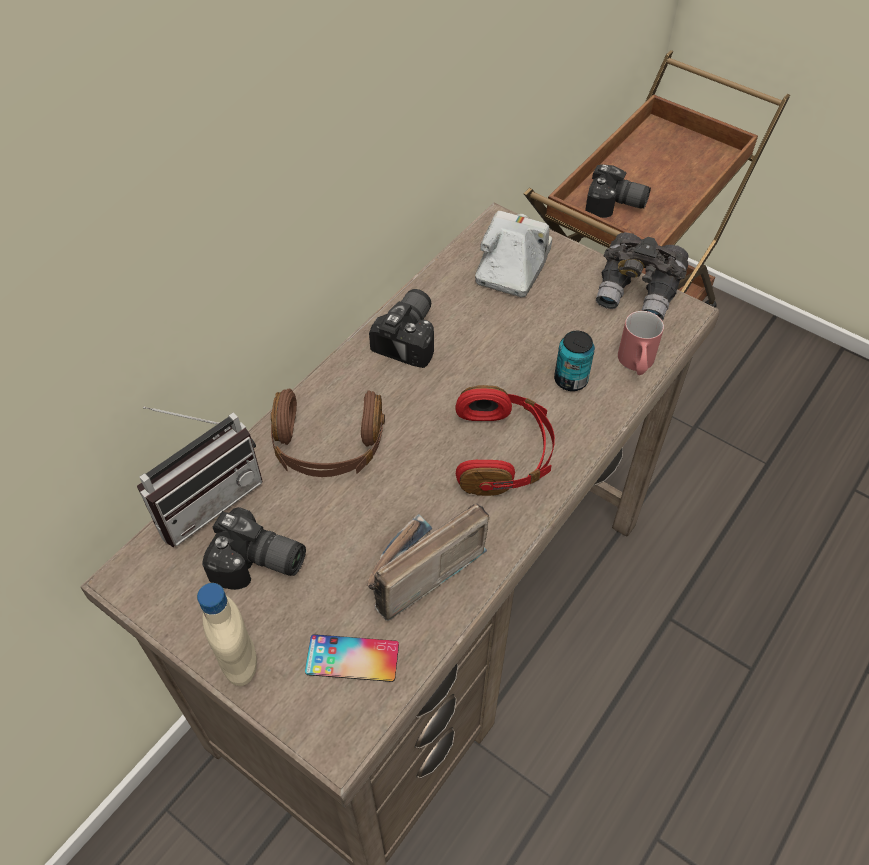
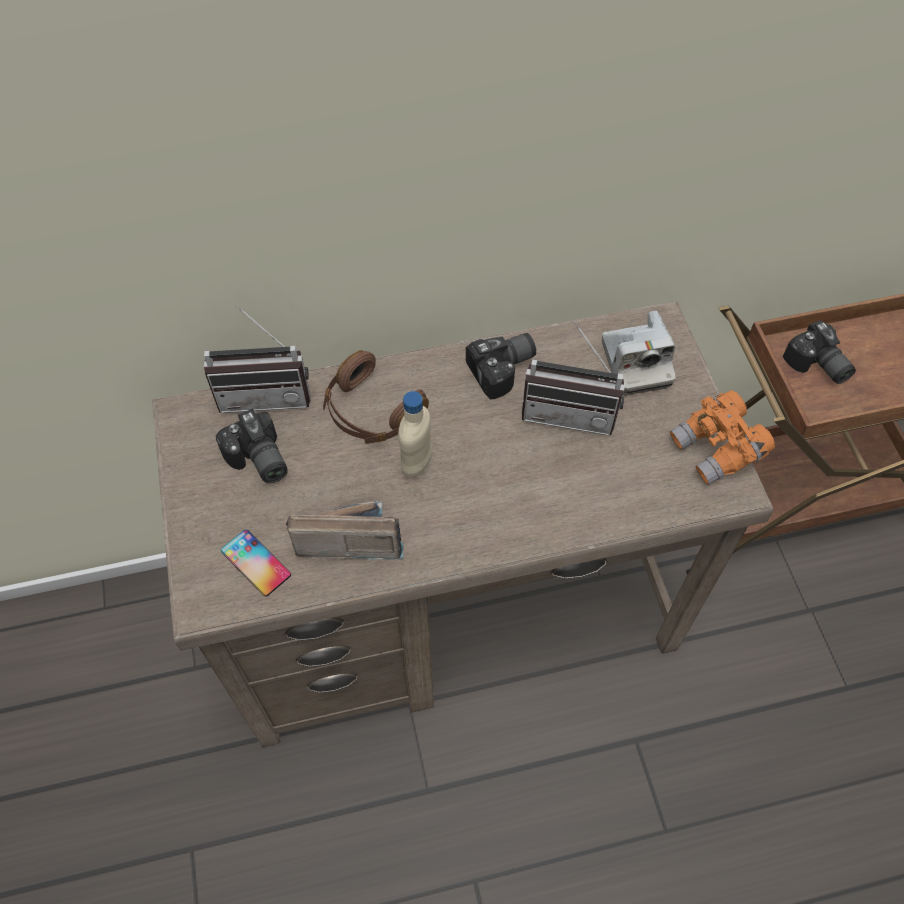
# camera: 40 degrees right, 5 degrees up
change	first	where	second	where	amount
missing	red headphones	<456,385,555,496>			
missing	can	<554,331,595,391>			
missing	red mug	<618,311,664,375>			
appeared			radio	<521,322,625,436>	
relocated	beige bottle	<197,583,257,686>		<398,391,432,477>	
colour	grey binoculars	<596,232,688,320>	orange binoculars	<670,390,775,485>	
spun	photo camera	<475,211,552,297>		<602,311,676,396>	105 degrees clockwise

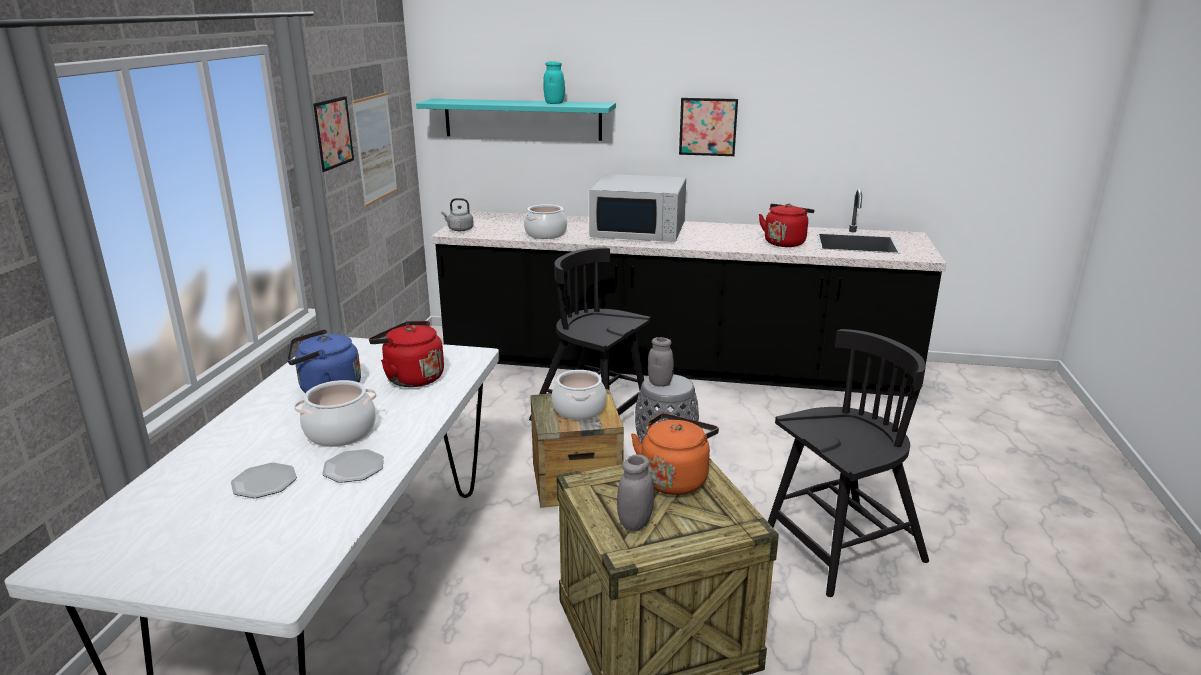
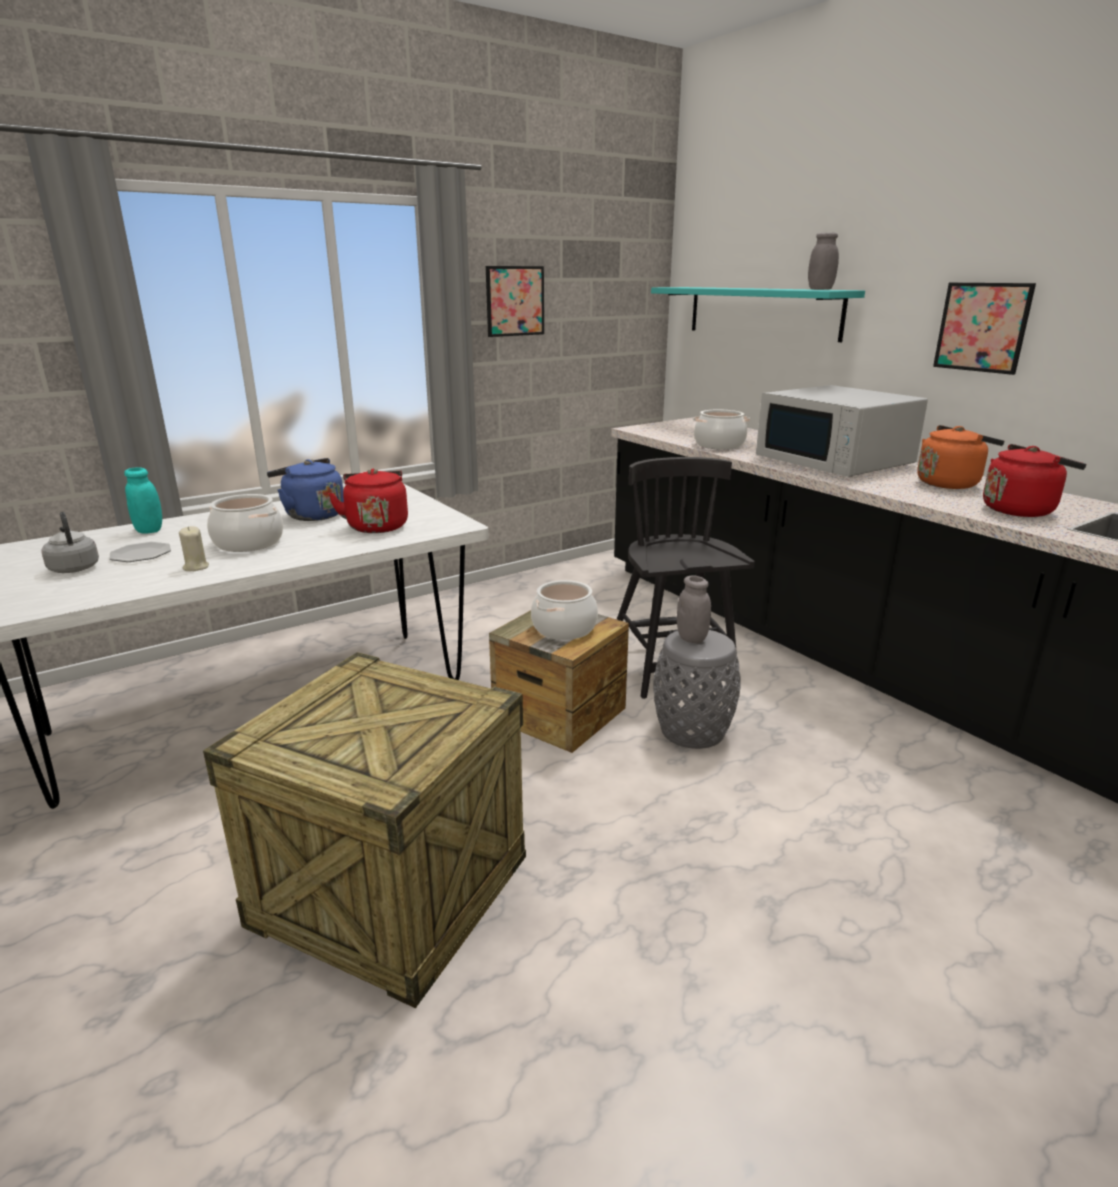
# camera: 45 degrees right, 0 degrees up
change	first	where	second	where	amount
missing	picture	<352,92,398,207>			
missing	black chair	<768,329,929,597>			
relocated	grey kettle	<441,198,474,231>		<41,512,99,573>	
relocated	turquoise jar	<543,61,565,104>		<124,467,162,533>	
relocated	grey jar	<617,454,654,531>		<808,233,839,290>	
relocated	orange kettle	<631,413,719,495>		<917,425,1004,489>	
exchanged	plate	<322,449,384,483>	beige candle	<179,526,209,571>	

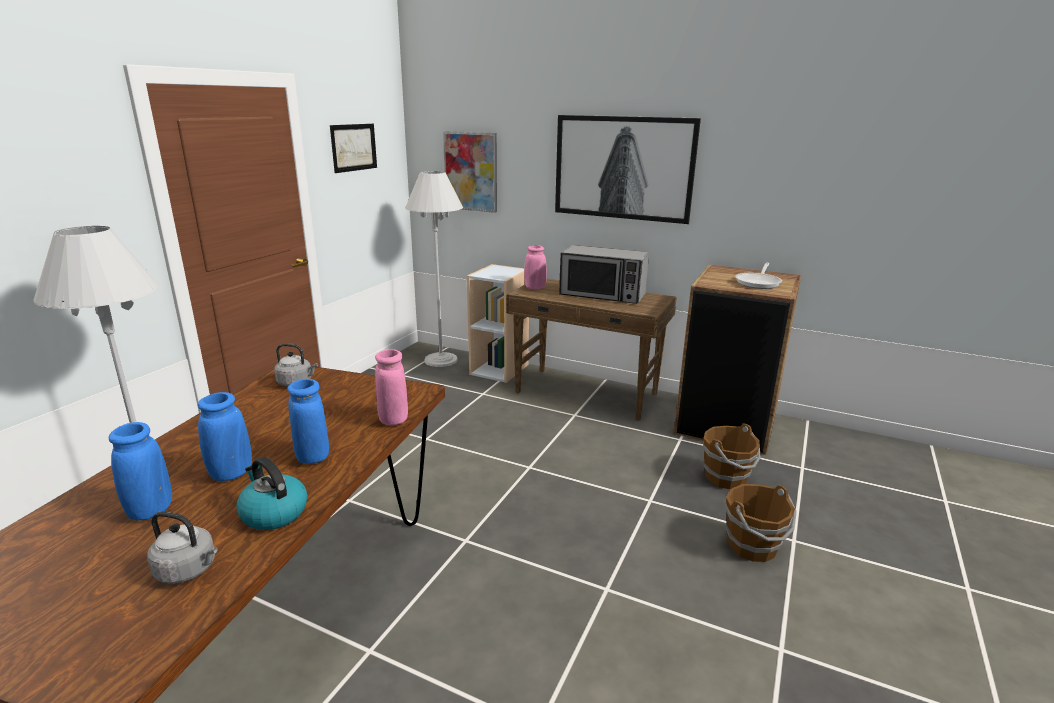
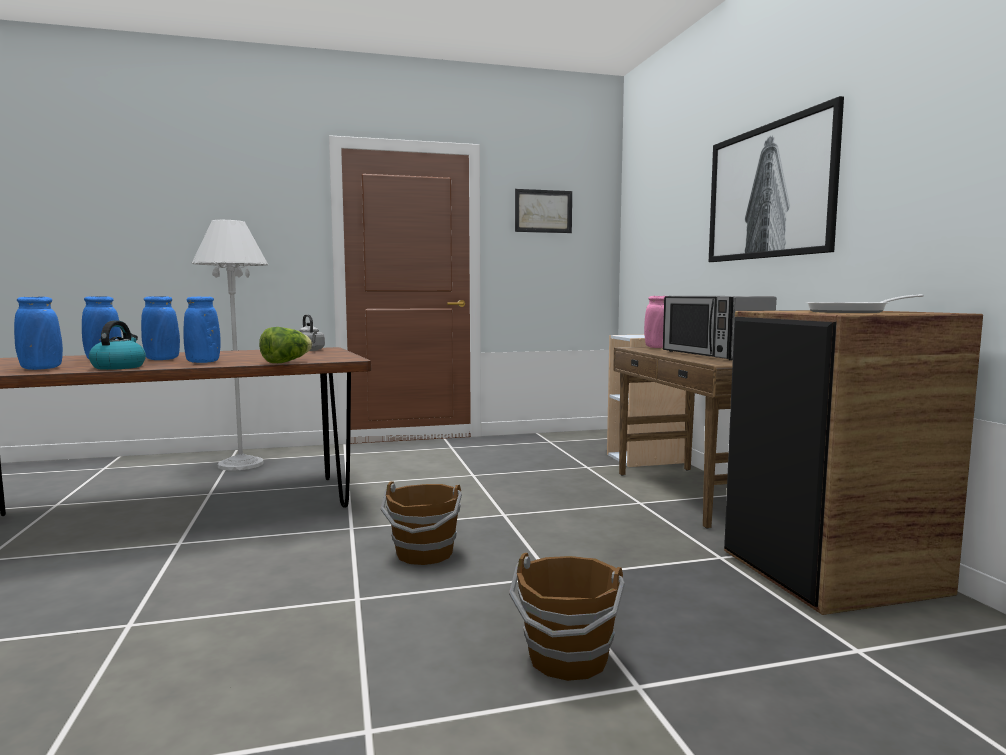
# camera: 50 degrees right, 15 degrees down
change	first	where	second	where	amount
missing	white floor lamp	<405,171,463,367>			
missing	picture	<443,131,497,213>			
relocated	brown bucket	<703,423,761,489>		<380,481,462,565>	
exchanged	grey kettle	<147,511,218,584>	blue vase	<14,297,63,370>	
exchanged	pink vase	<375,349,408,425>	lettuce	<259,327,312,363>	

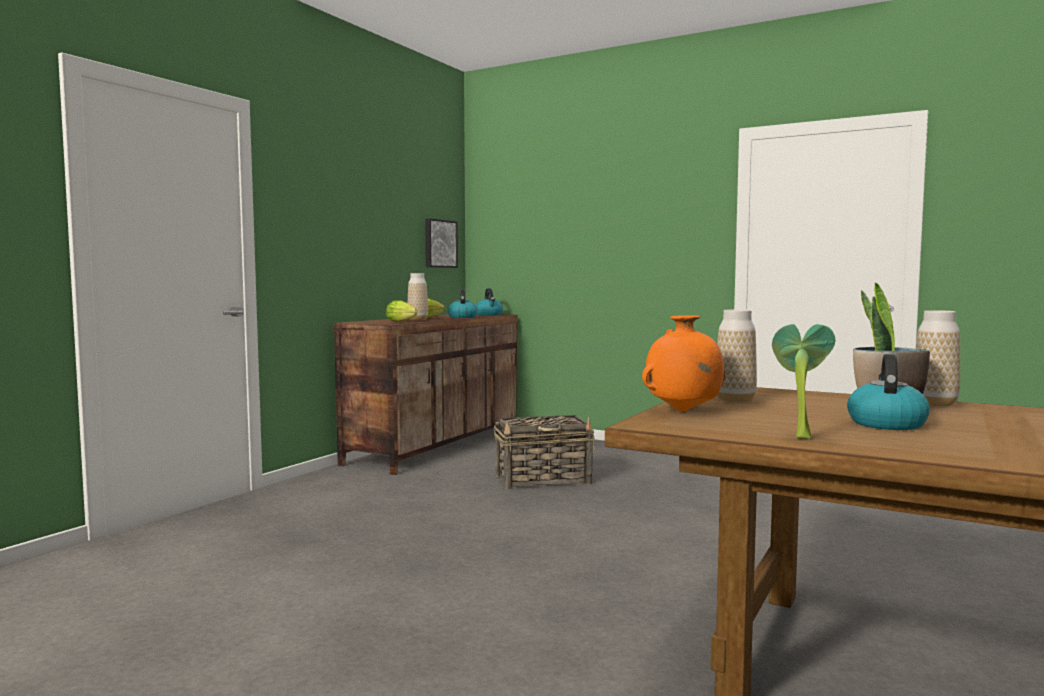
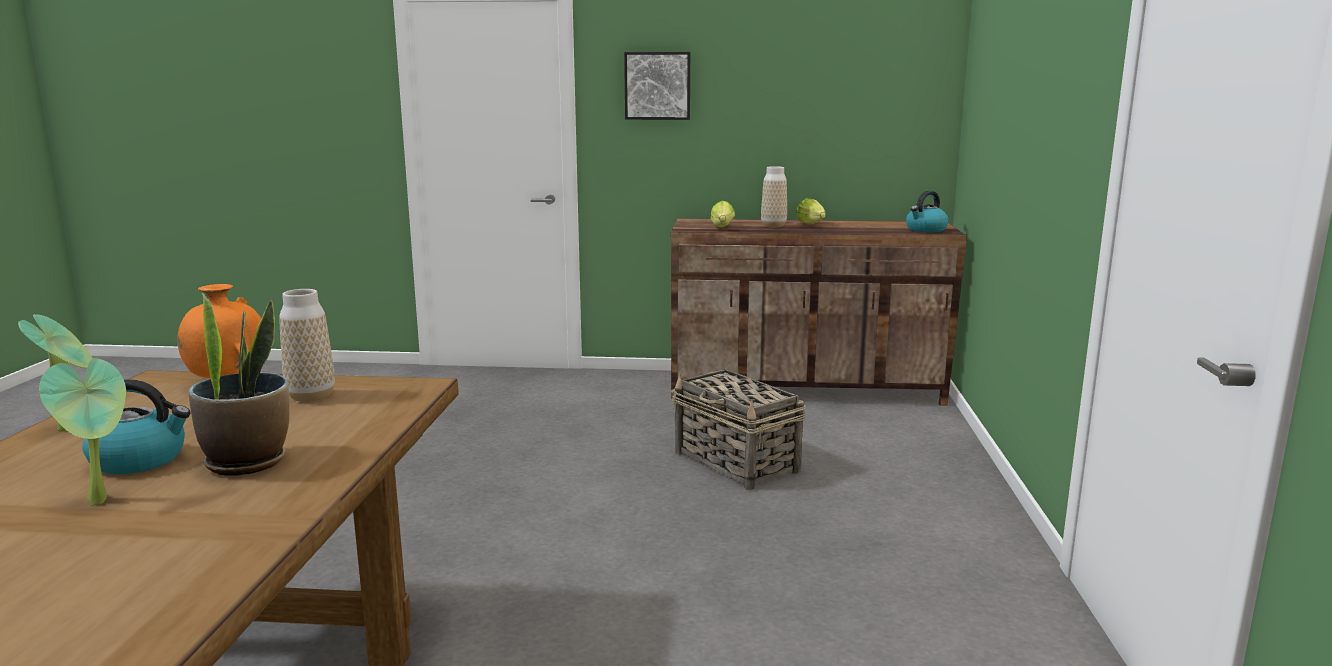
# camera: 65 degrees right, 10 degrees up
change	first	where	second	where	amount
missing	kettle	<448,289,478,318>			
missing	vase	<916,310,960,406>			
appeared			potted plant	<39,358,126,506>	
relocated	picture	<425,218,458,268>		<624,52,690,120>	

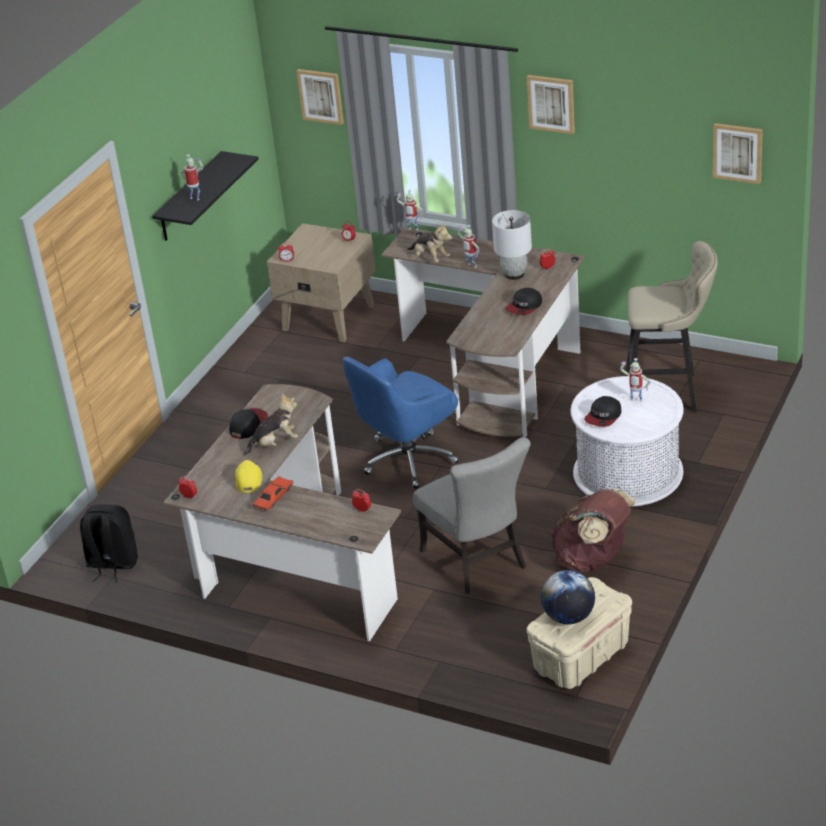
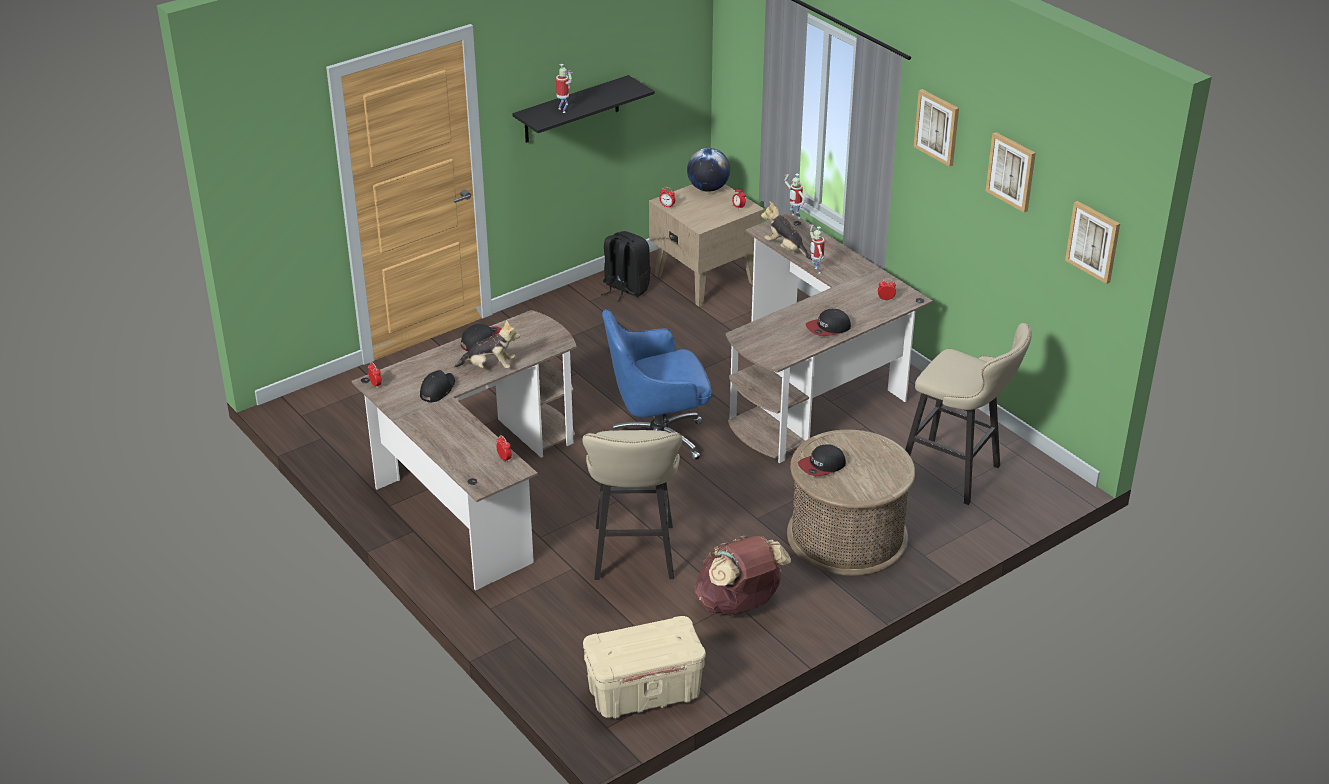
# camera: 25 degrees right, 0 degrees up
change	first	where	second	where	amount
missing	red toy car	<252,476,294,512>			
missing	white table lamp	<492,210,532,280>			
missing	toy robot	<620,358,650,402>			
relocated	black backpack	<80,504,138,582>		<601,231,651,302>	
relocated	picture	<297,69,344,125>		<986,132,1036,212>	
relocated	globe	<541,570,595,624>		<687,148,730,192>	
exchanged	grey chair	<412,437,531,594>	beige stool	<582,430,682,580>	
colour	yellow cap	<235,460,262,493>	black cap	<420,370,455,403>	
colour	white coffee table	<571,376,684,507>	brown coffee table	<787,430,915,576>	
spun	plush toy	<407,222,452,262>		<761,201,813,260>	150 degrees clockwise

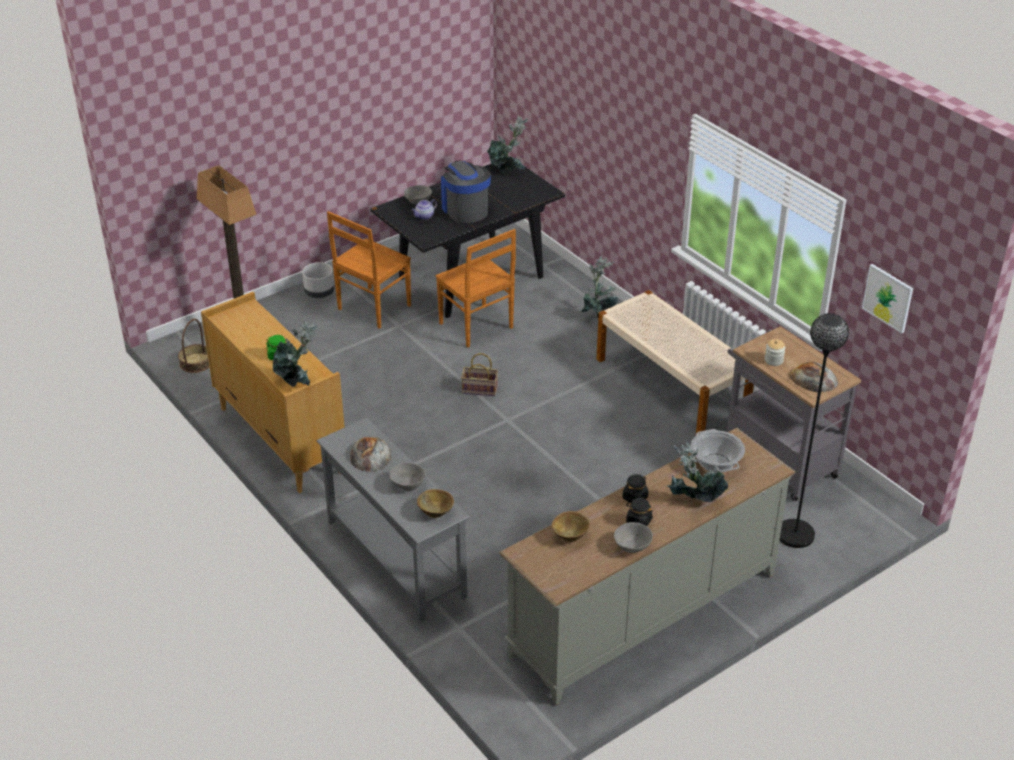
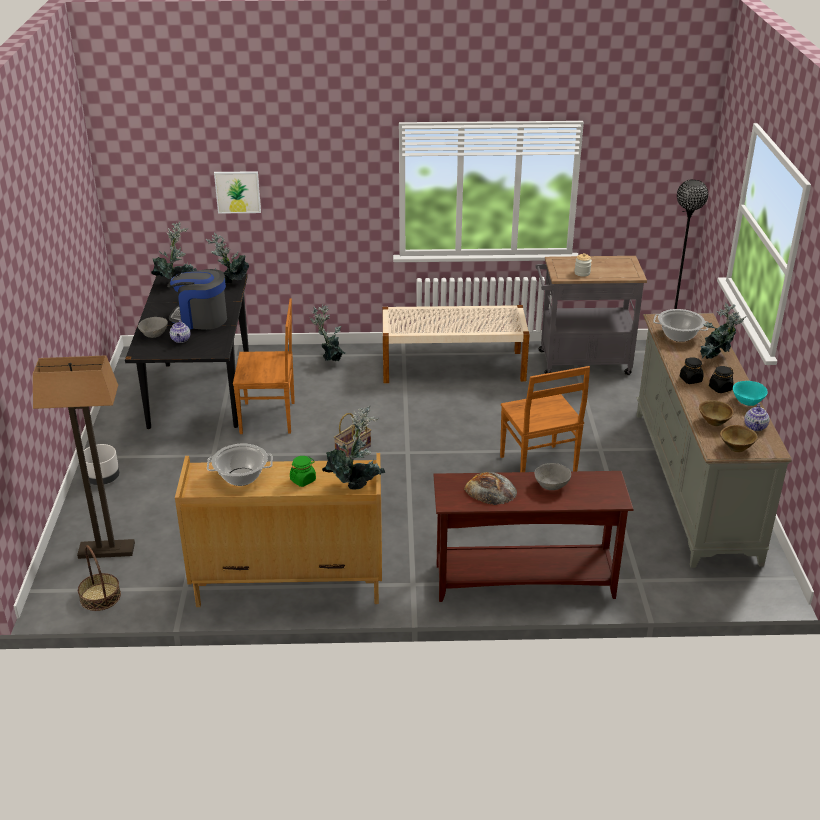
# camera: 55 degrees left, 5 degrees down
change	first	where	second	where	amount
missing	bread	<789,362,838,393>			
appeared			potted plant	<206,232,249,284>	
appeared			cooking pot	<207,444,273,486>	
appeared			teapot	<744,403,770,431>	
relocated	brown chair	<327,211,411,329>		<500,366,590,472>	
relocated	brown bowl	<417,489,454,518>		<720,425,758,452>	
relocated	picture	<862,264,913,333>		<214,171,261,214>	
colour	grey console table	<317,418,470,623>	brown console table	<433,471,634,602>	
colour	grey bowl	<614,522,653,553>	turquoise bowl	<733,381,768,406>	

